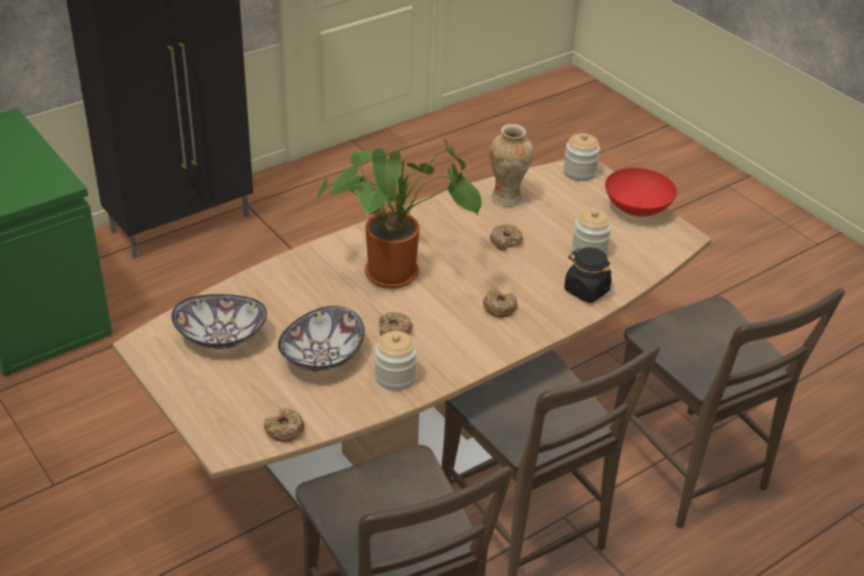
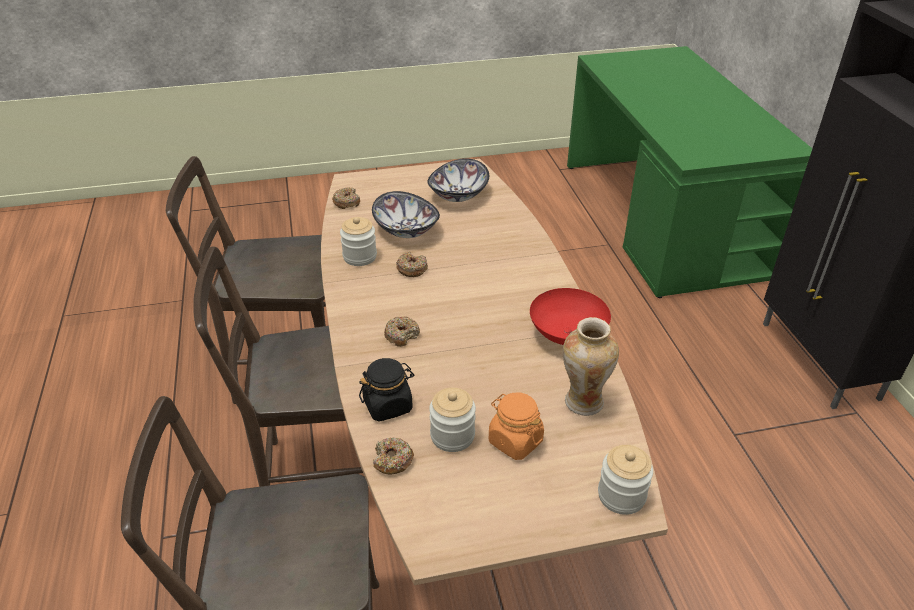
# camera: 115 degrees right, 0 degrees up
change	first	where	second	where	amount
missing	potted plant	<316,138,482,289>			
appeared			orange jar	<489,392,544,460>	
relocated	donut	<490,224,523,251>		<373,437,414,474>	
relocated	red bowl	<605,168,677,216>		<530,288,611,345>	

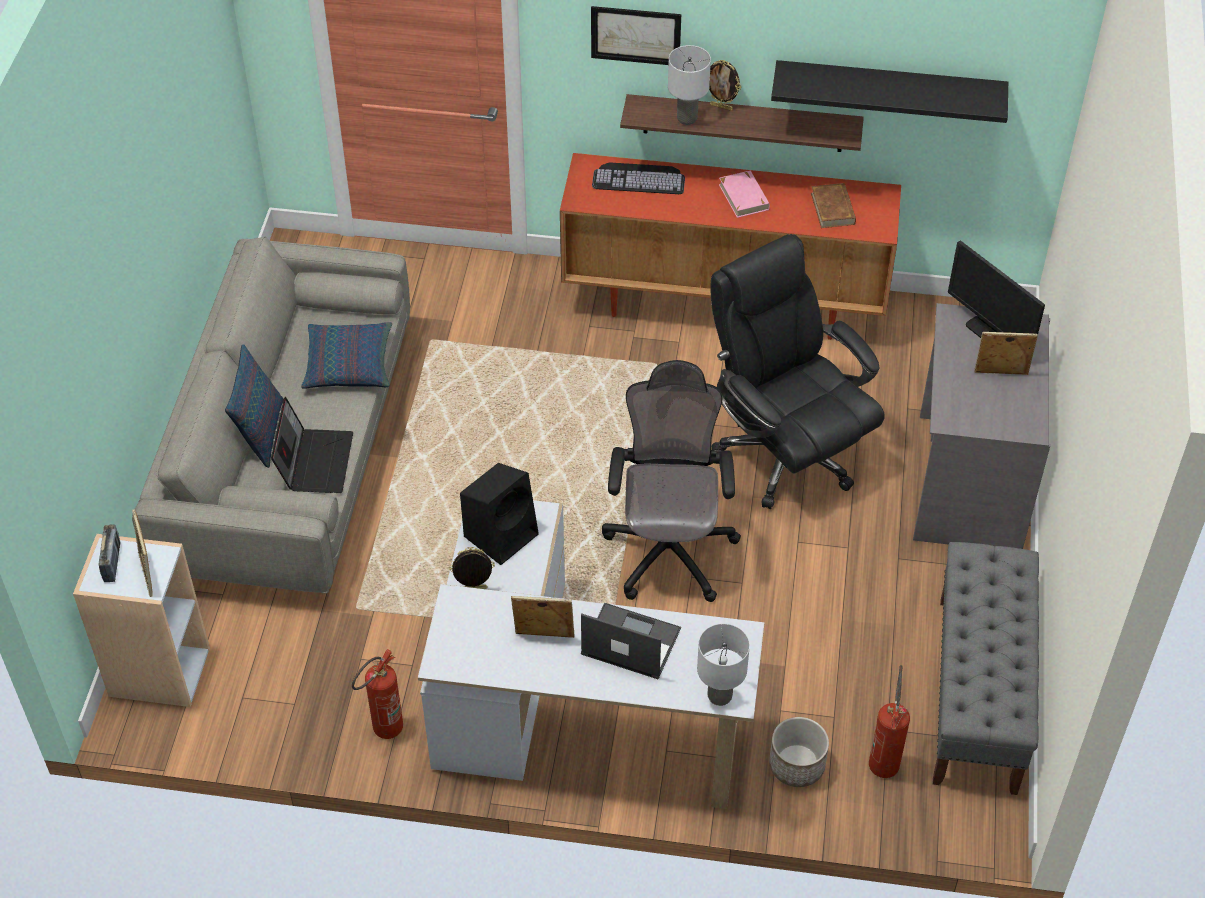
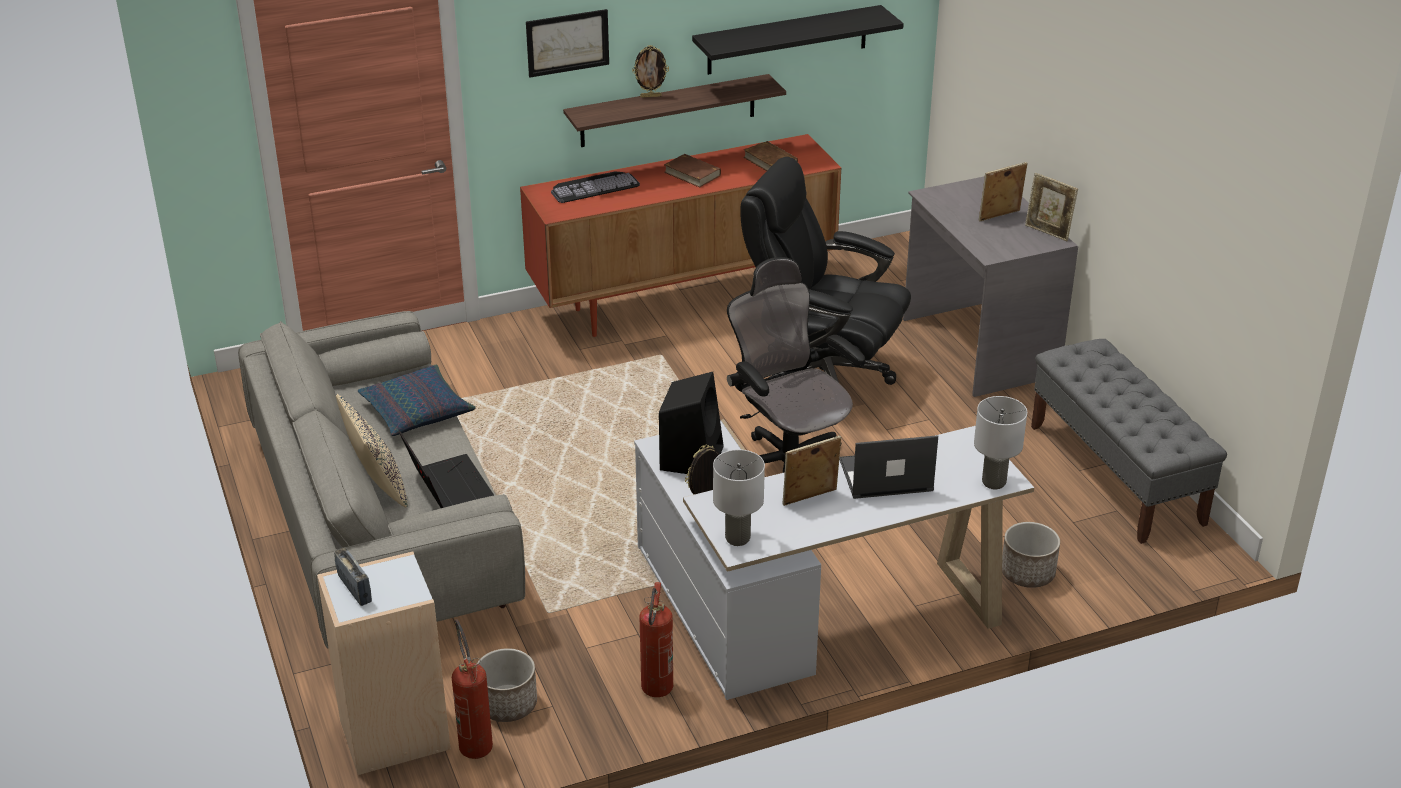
# camera: 30 degrees left, 15 degrees down
change	first	where	second	where	amount
missing	monitor	<948,241,1045,338>			
appeared			planter	<477,648,537,722>	
relocated	picture frame	<132,509,153,597>		<1025,173,1078,241>	
relocated	white table lamp	<668,45,711,125>		<713,449,765,546>	
relocated	fire extinguisher	<869,665,910,778>		<452,619,493,759>	
colour	blue pillow	<225,344,284,468>	beige pillow	<336,394,408,507>	
colour	pink book	<719,171,770,218>	brown book	<664,154,721,187>	

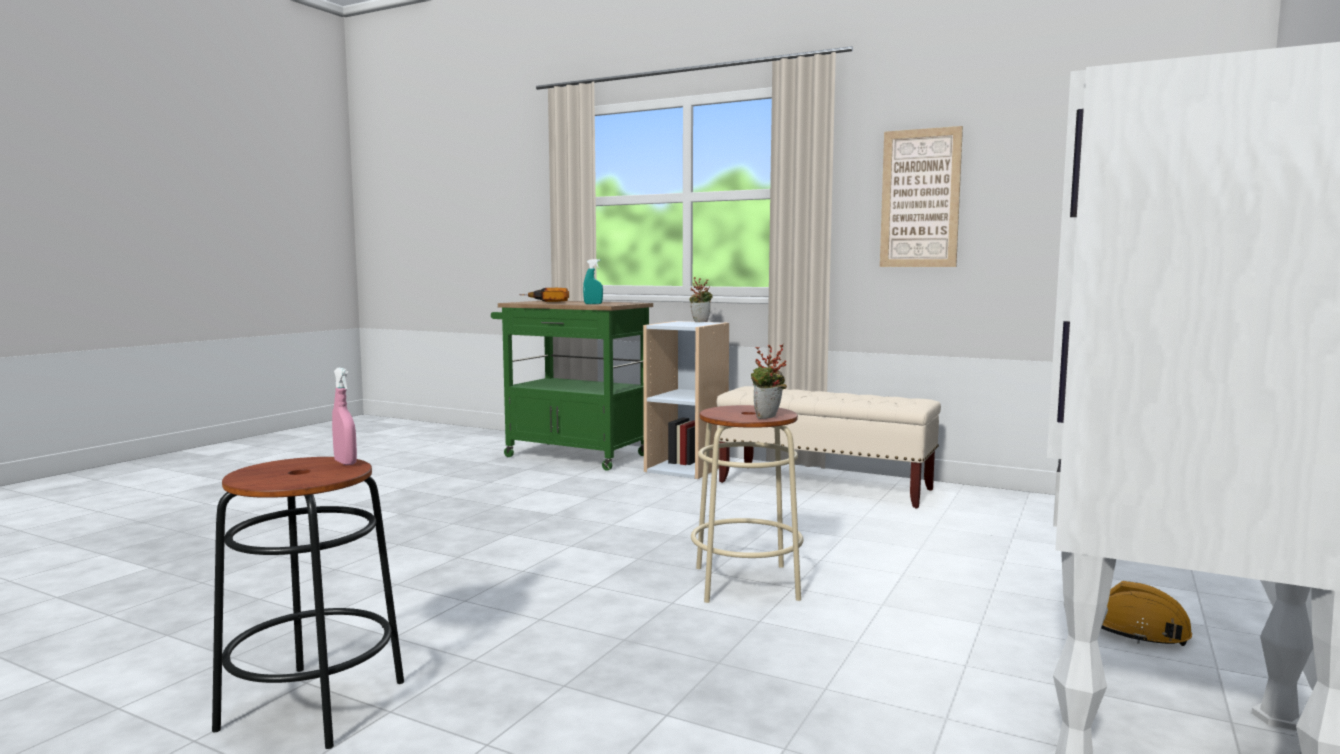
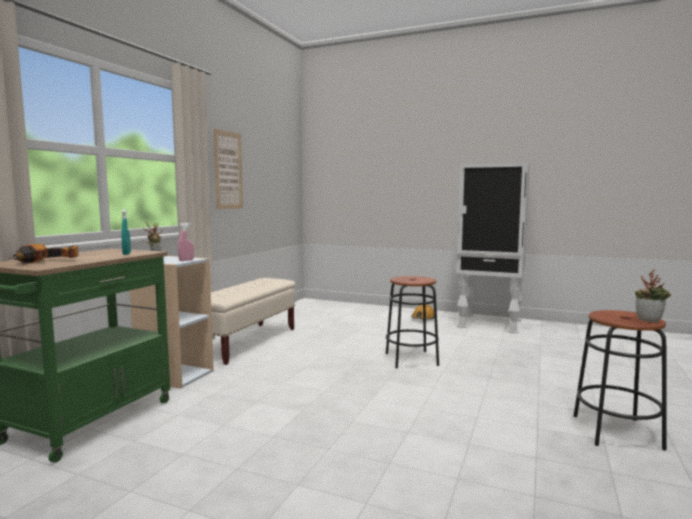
# camera: 95 degrees left, 0 degrees up
change	first	where	second	where	amount
relocated	pink spray bottle	<332,368,357,465>		<178,223,194,261>	
relocated	potted plant	<751,344,787,419>		<635,269,671,323>	
colour	beige stool	<691,405,803,603>	black stool	<386,276,439,368>	

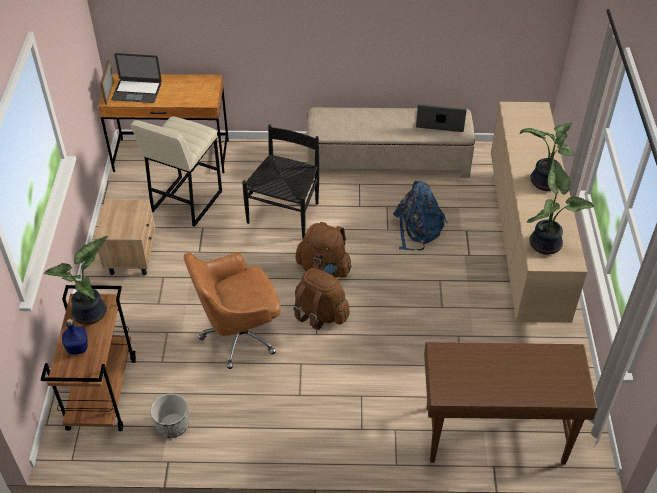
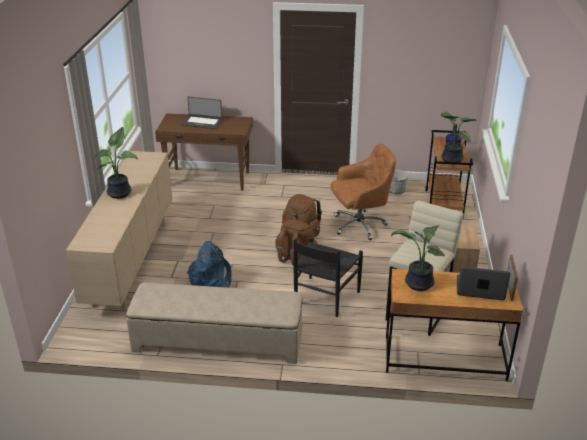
# camera: 175 degrees left, 15 degrees down
change	first	where	second	where	amount
relocated	laptop	<416,104,467,132>		<182,97,222,129>	
relocated	potted plant	<527,159,594,255>		<391,225,445,291>	

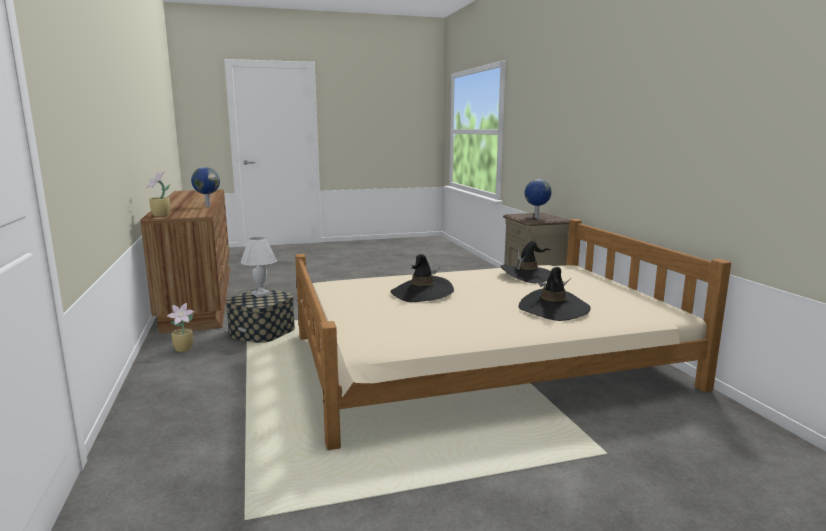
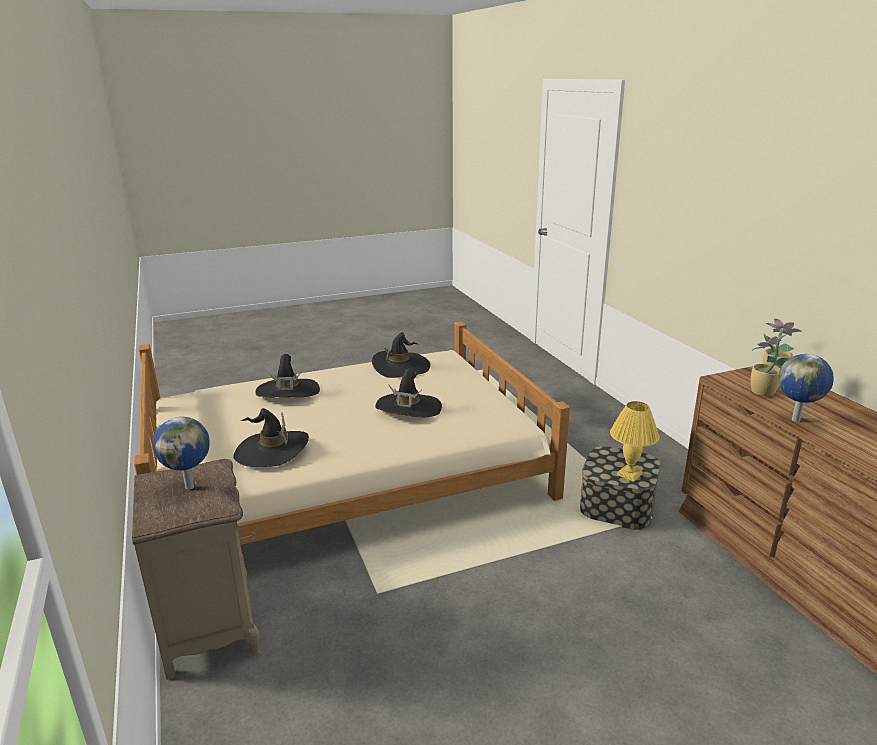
# camera: 175 degrees right, 10 degrees up
change	first	where	second	where	amount
appeared			black hat	<372,332,430,378>	
relocated	potted plant	<167,303,194,352>		<750,334,788,397>	
colour	white table lamp	<241,237,277,297>	yellow table lamp	<610,401,659,482>	

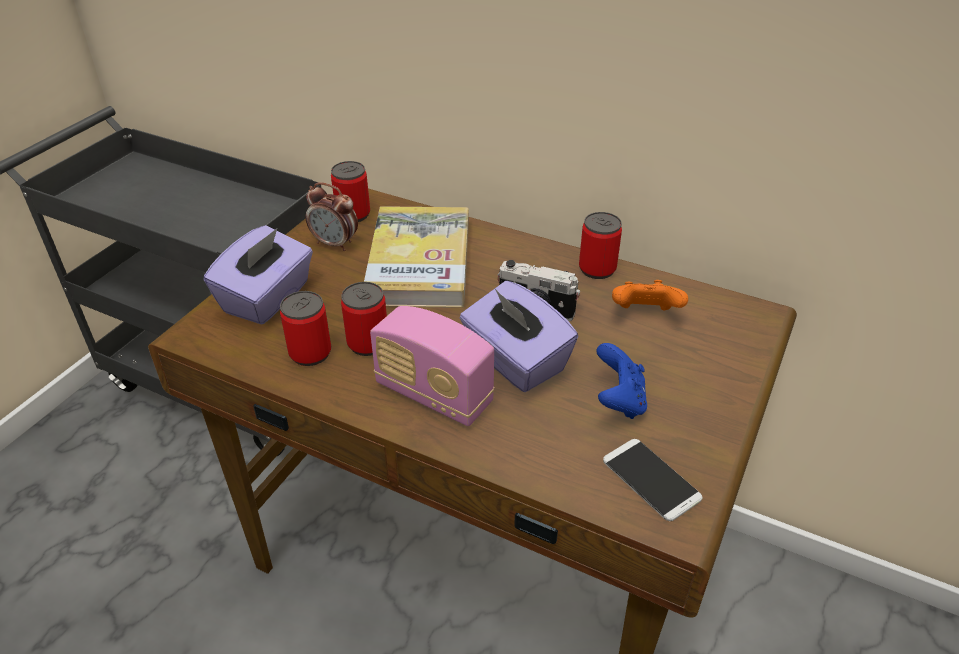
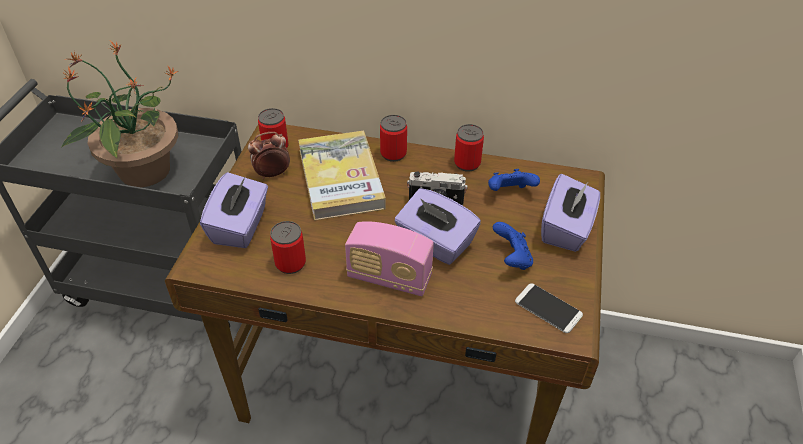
# camera: 15 degrees left, 5 degrees up
change	first	where	second	where	amount
appeared			potted plant	<61,41,178,187>	
appeared			purple tissue box	<541,174,600,252>	
relocated	can	<341,282,387,356>		<380,115,407,162>	
colour	orange game controller	<612,280,688,311>	blue game controller	<488,169,540,191>	
spun	alarm clock	<306,182,358,251>		<248,132,290,179>	150 degrees clockwise

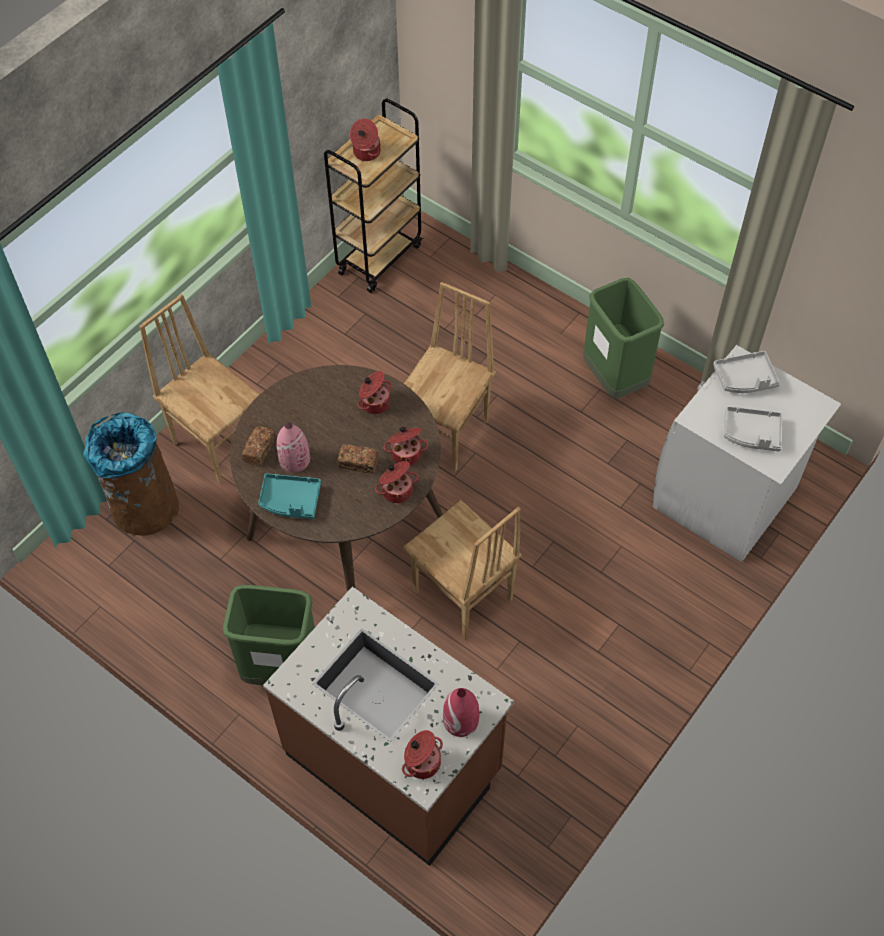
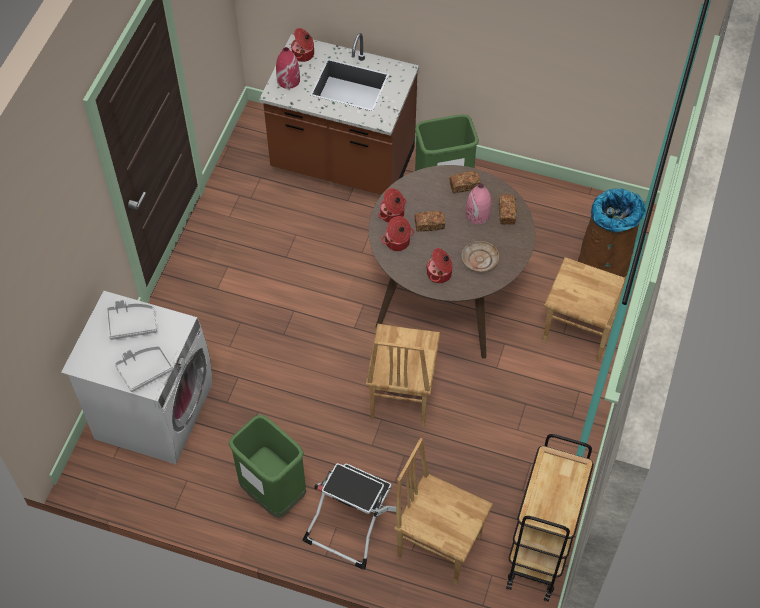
# camera: 160 degrees right, 0 degrees up
change	first	where	second	where	amount
missing	cooking pot	<350,118,380,161>			
appeared			step ladder	<302,463,396,570>	
appeared			beige plate	<462,241,499,272>	
relocated	brown chair	<403,500,521,640>		<394,438,493,585>	
exchanged	turquoise tray	<258,473,321,519>	bread	<449,171,481,193>	

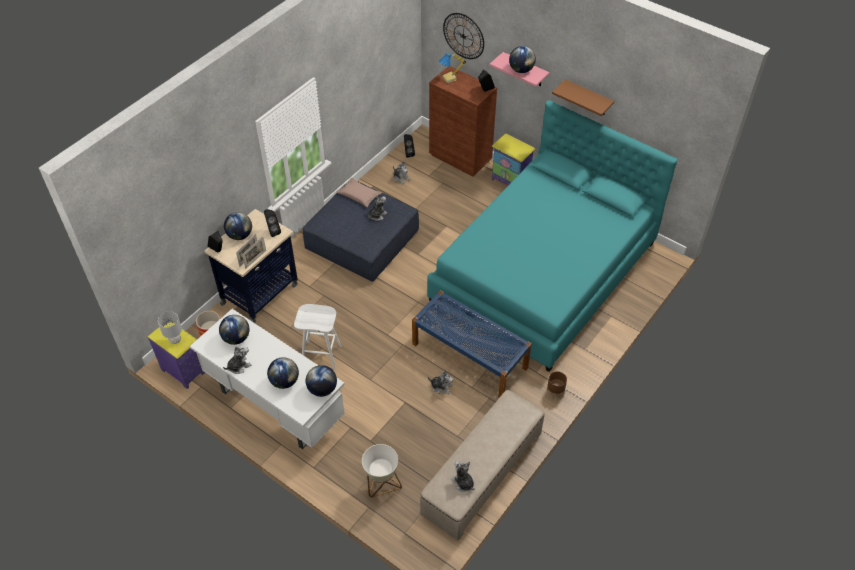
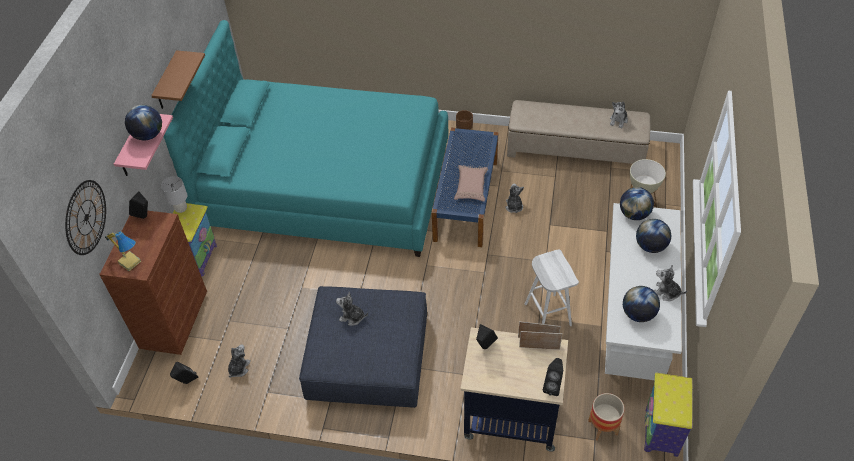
# camera: 115 degrees left, 0 degrees up
change	first	where	second	where	amount
missing	globe	<224,212,252,240>			
relocated	grey table lamp	<158,311,182,344>		<161,176,187,213>	
relocated	beige pillow	<337,178,382,207>		<454,165,488,202>	

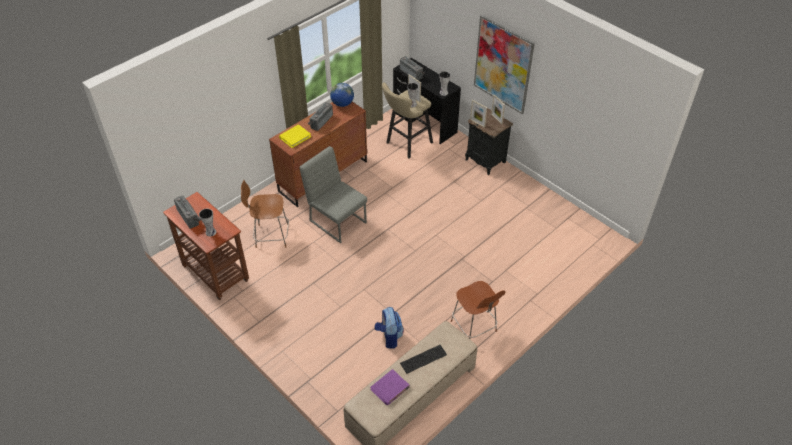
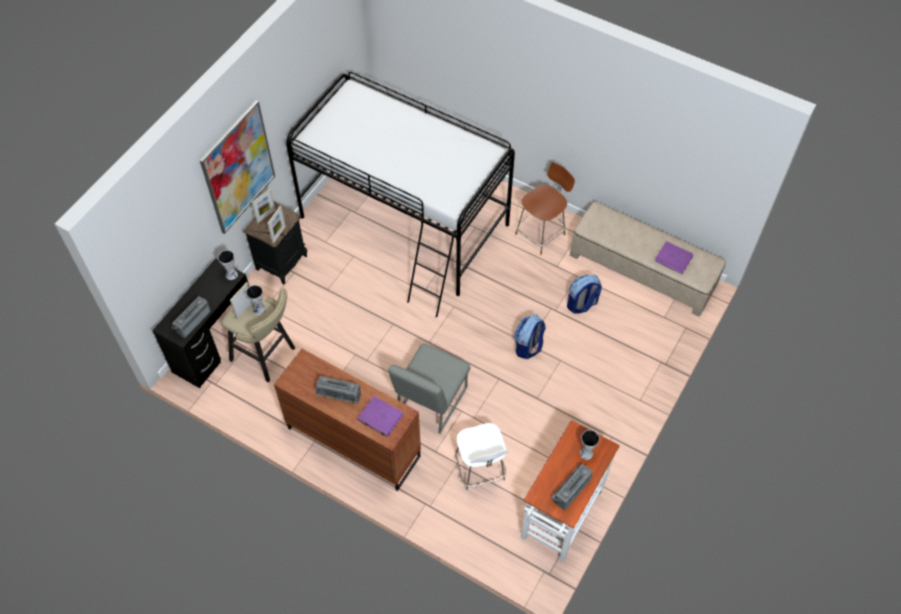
# camera: 105 degrees left, 10 degrees up
change	first	where	second	where	amount
missing	globe	<330,83,354,107>			
missing	keyboard	<400,345,447,374>			
appeared			black bed	<286,72,515,318>	
appeared			backpack	<514,314,546,359>	
colour	brown cart	<163,192,249,300>	white cart	<521,421,619,562>	
colour	brown chair	<241,180,289,248>	white chair	<455,423,509,493>	
colour	yellow book	<279,125,311,148>	purple book	<358,396,403,437>	

